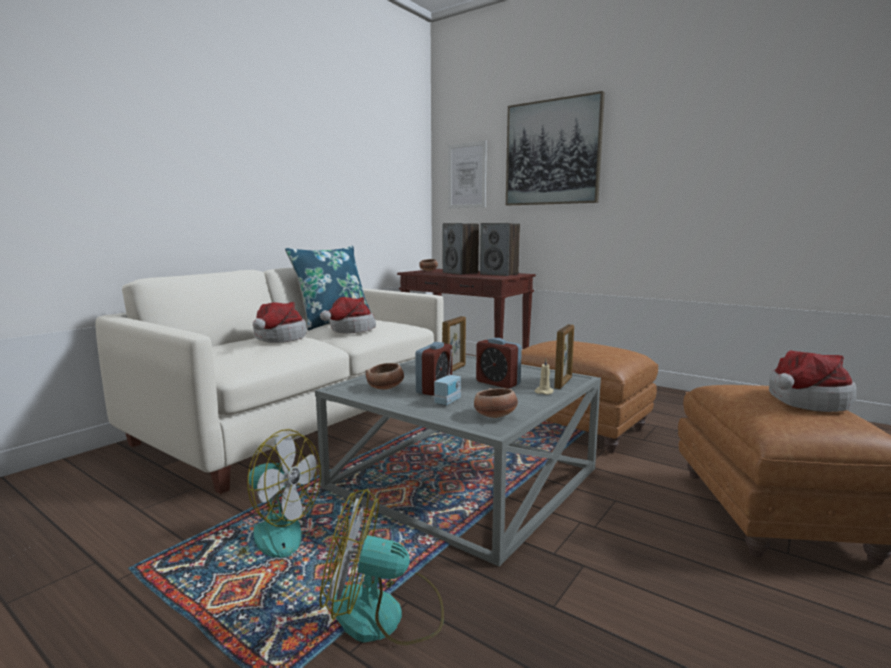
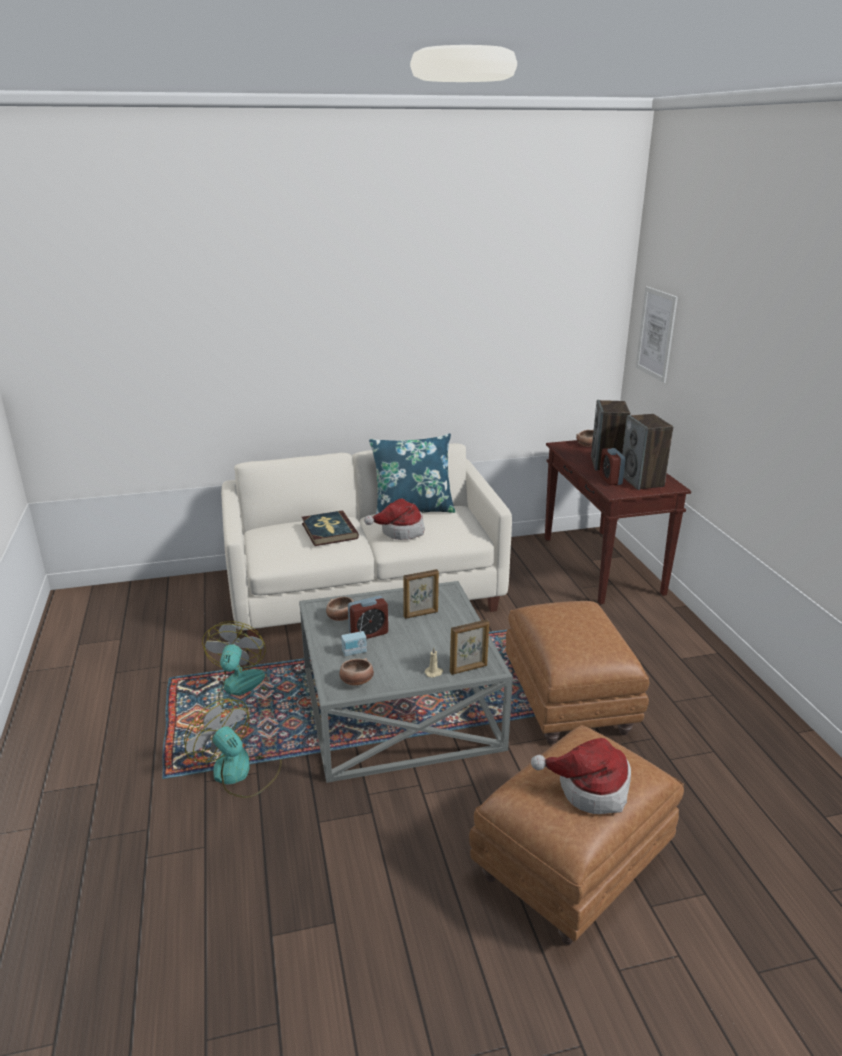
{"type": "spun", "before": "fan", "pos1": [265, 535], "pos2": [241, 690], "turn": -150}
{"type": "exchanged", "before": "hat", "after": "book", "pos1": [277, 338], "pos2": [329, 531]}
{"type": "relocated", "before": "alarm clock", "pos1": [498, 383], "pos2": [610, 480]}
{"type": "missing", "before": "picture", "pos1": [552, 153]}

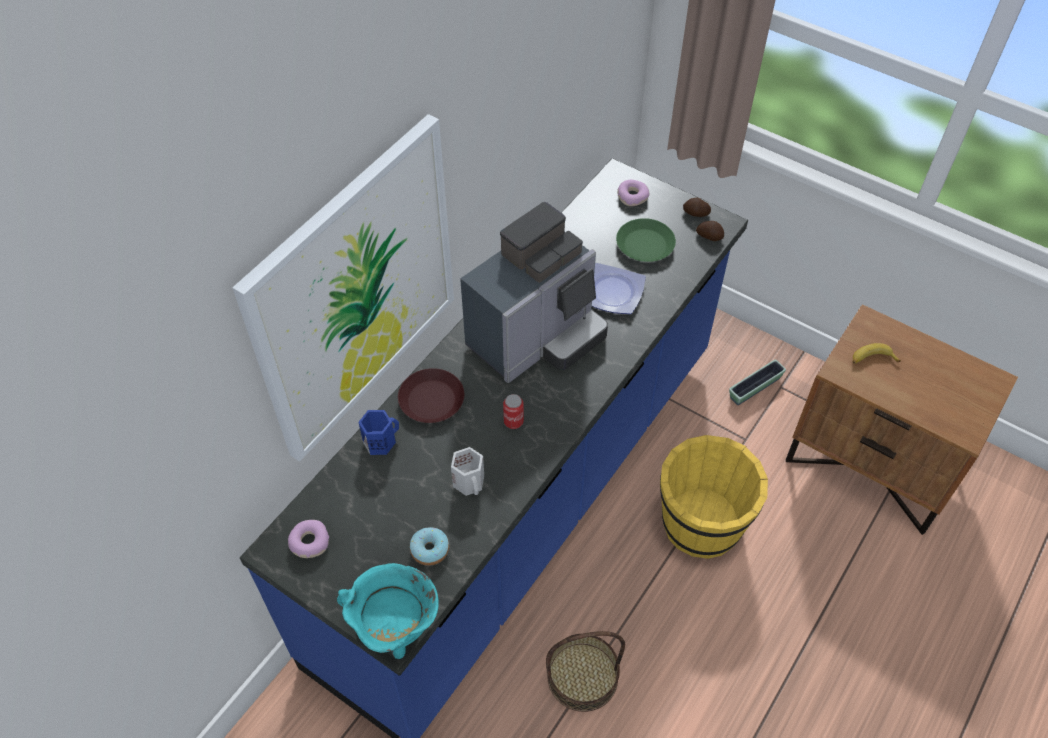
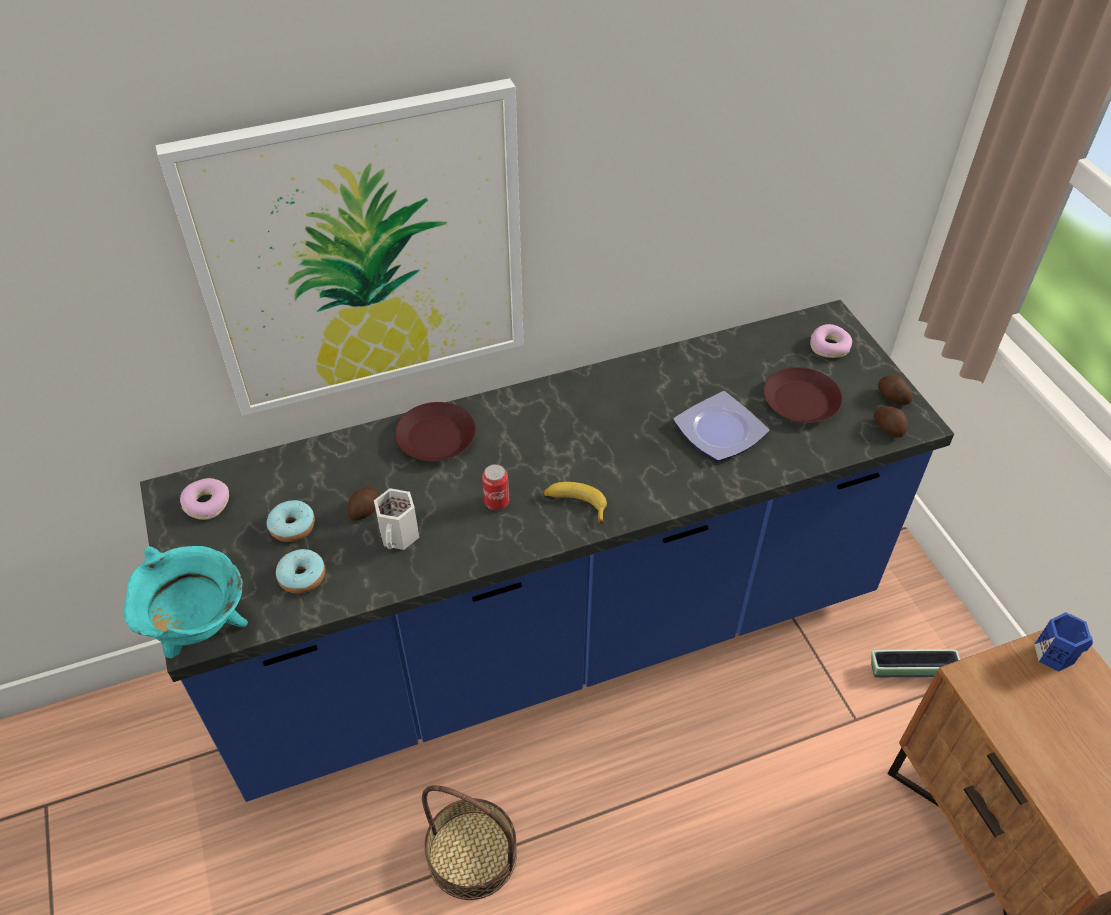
{"type": "appeared", "after": "donut", "pos2": [292, 527]}
{"type": "appeared", "after": "potato", "pos2": [366, 510]}
{"type": "relocated", "before": "banana", "pos1": [872, 359], "pos2": [575, 504]}
{"type": "colour", "before": "plate (green)", "after": "plate (brown)", "pos1": [645, 245], "pos2": [800, 402]}
{"type": "relocated", "before": "mug (blue)", "pos1": [380, 441], "pos2": [1055, 653]}
{"type": "missing", "before": "coffee machine", "pos1": [537, 337]}
{"type": "missing", "before": "bucket (yellow)", "pos1": [701, 525]}

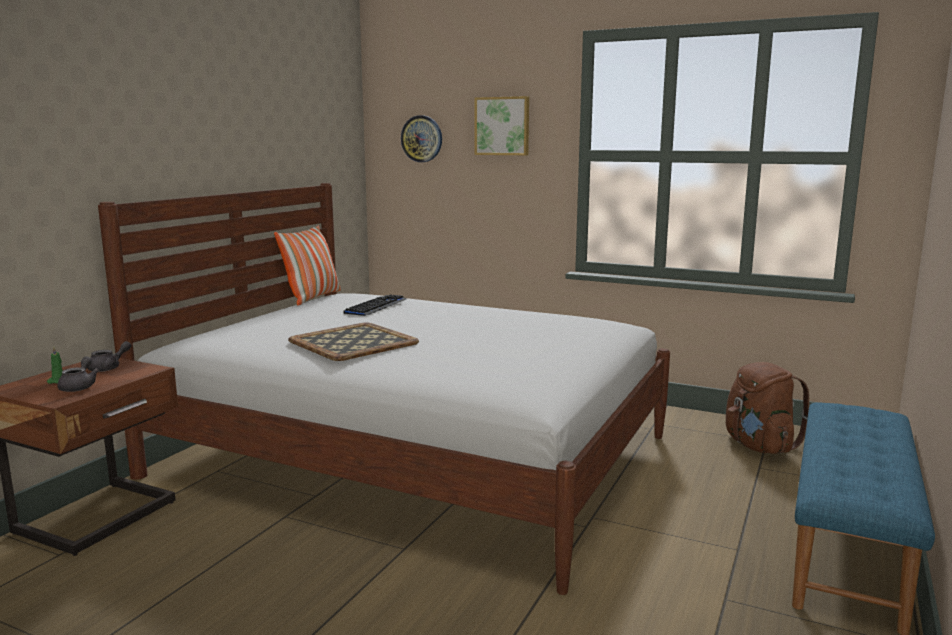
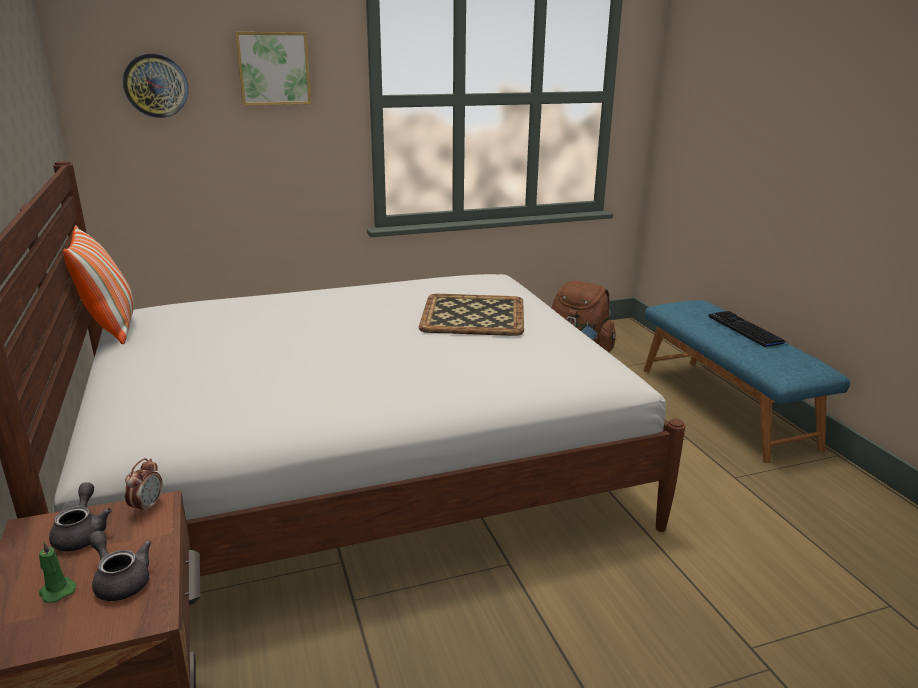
{"type": "appeared", "after": "alarm clock", "pos2": [147, 507]}
{"type": "relocated", "before": "tray", "pos1": [354, 342], "pos2": [474, 315]}
{"type": "relocated", "before": "keyboard", "pos1": [376, 306], "pos2": [746, 330]}

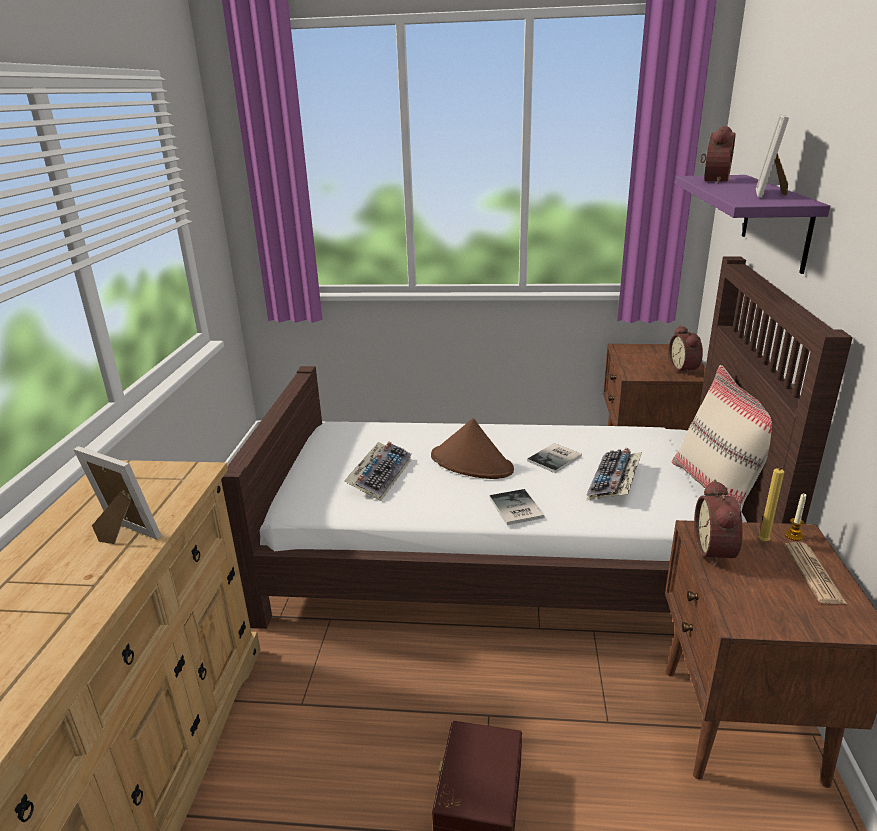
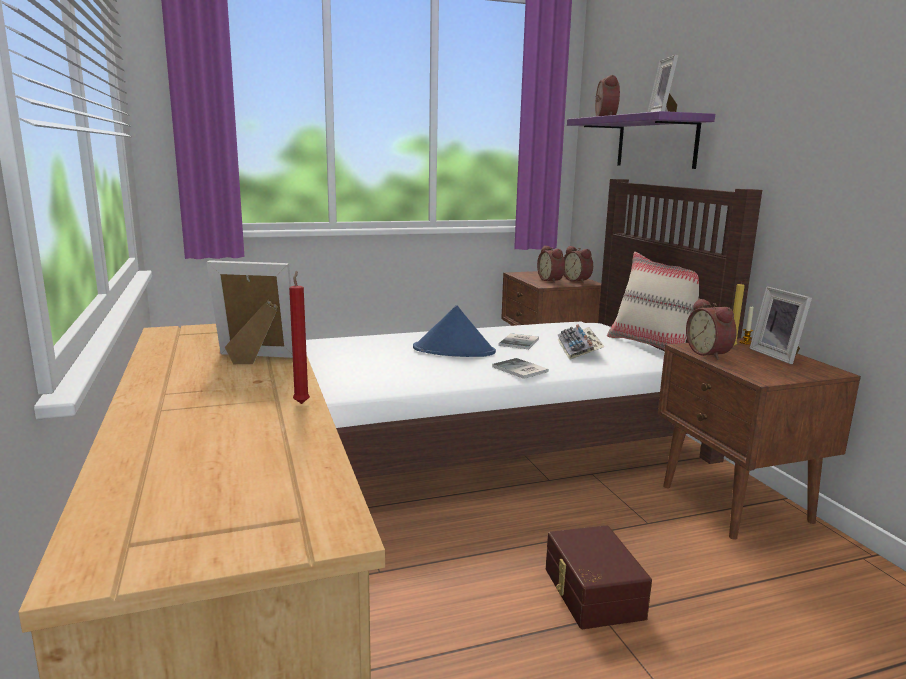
{"type": "appeared", "after": "candle (red)", "pos2": [302, 402]}
{"type": "colour", "before": "hat (brown)", "after": "hat (blue)", "pos1": [472, 463], "pos2": [454, 350]}
{"type": "appeared", "after": "alarm clock", "pos2": [551, 280]}
{"type": "exchanged", "before": "newspaper", "after": "picture frame", "pos1": [813, 573], "pos2": [778, 355]}
{"type": "missing", "before": "keyboard", "pos1": [380, 476]}

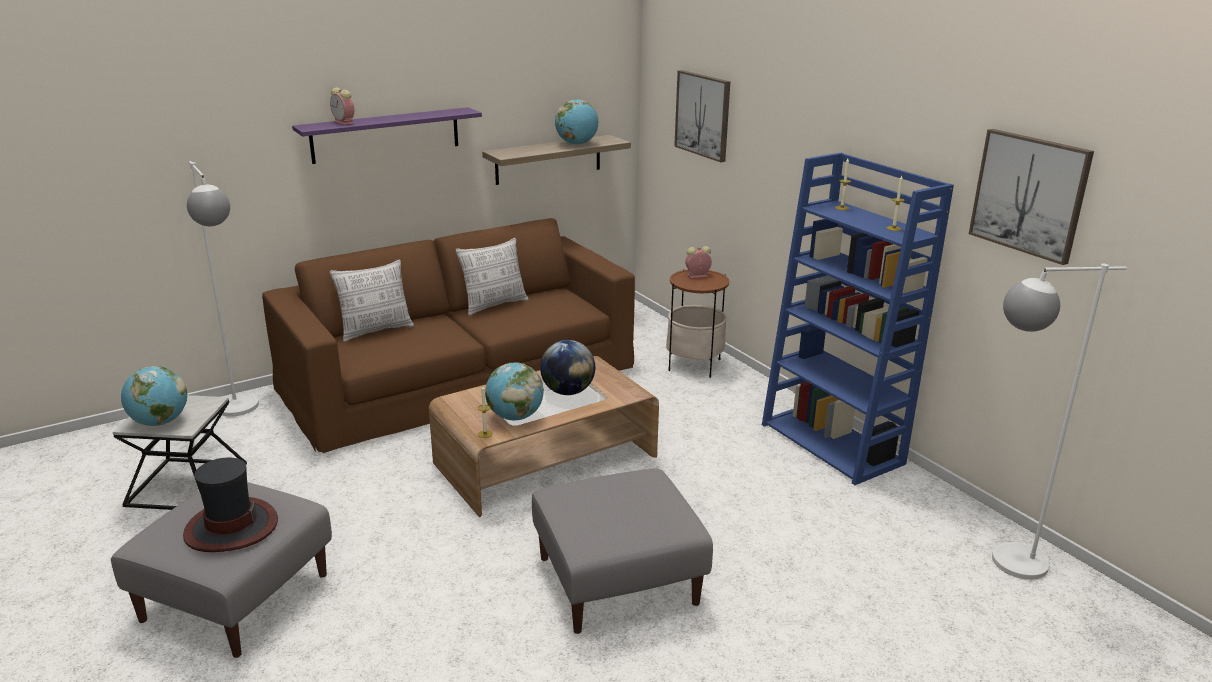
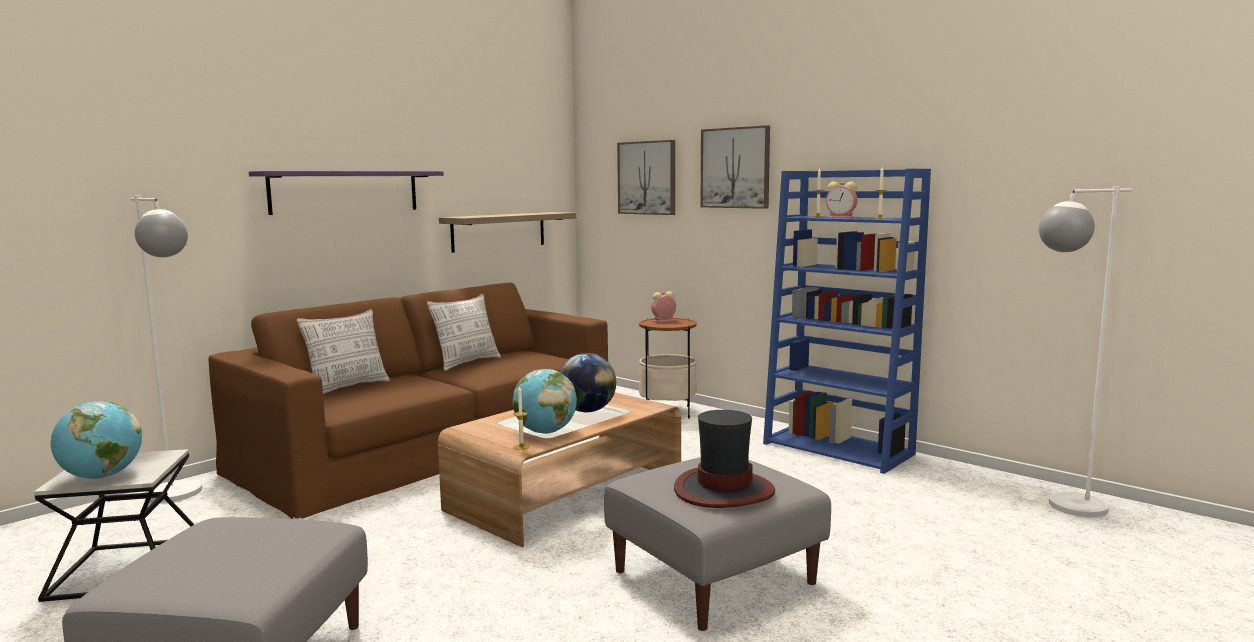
{"type": "relocated", "before": "hat", "pos1": [230, 527], "pos2": [723, 490]}
{"type": "relocated", "before": "picture", "pos1": [1029, 194], "pos2": [735, 168]}
{"type": "relocated", "before": "alarm clock", "pos1": [345, 123], "pos2": [842, 217]}
{"type": "missing", "before": "globe", "pos1": [577, 144]}

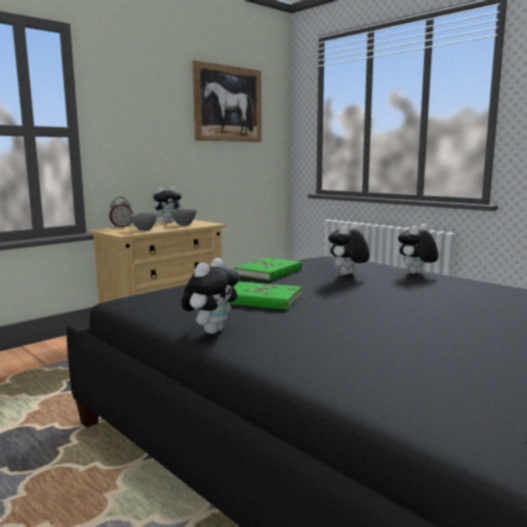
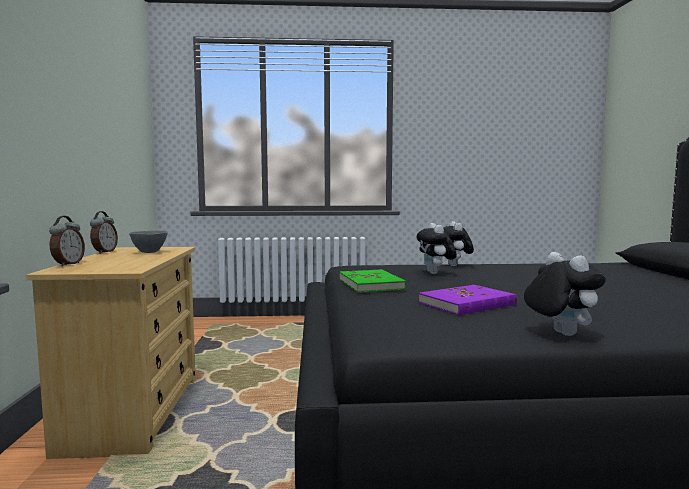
{"type": "exchanged", "before": "plush toy", "after": "alarm clock", "pos1": [168, 222], "pos2": [104, 252]}
{"type": "colour", "before": "book (green)", "after": "book (purple)", "pos1": [260, 299], "pos2": [467, 304]}
{"type": "missing", "before": "bowl (grey)", "pos1": [144, 230]}
{"type": "missing", "before": "picture", "pos1": [228, 104]}

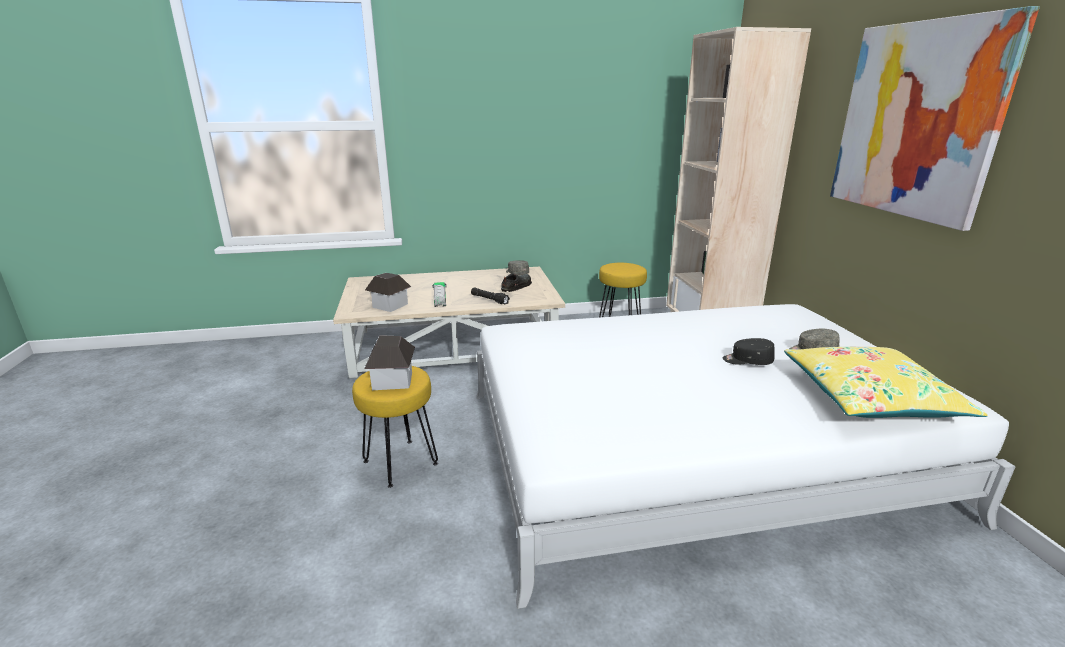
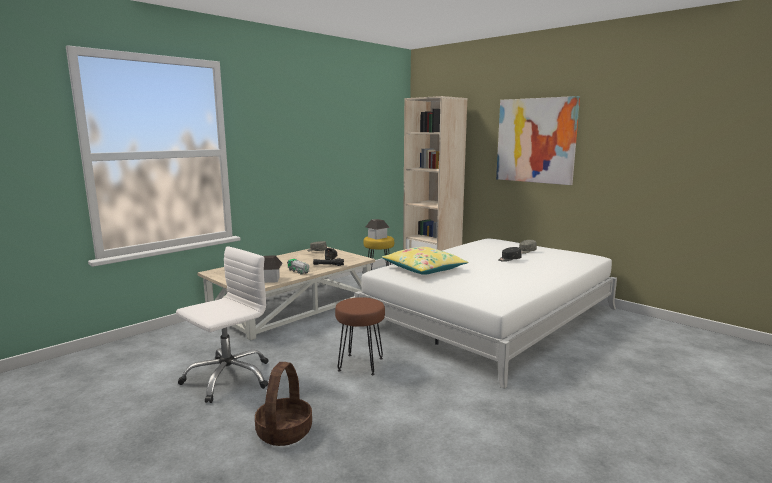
{"type": "appeared", "after": "office chair (white)", "pos2": [228, 378]}
{"type": "appeared", "after": "basket", "pos2": [284, 431]}
{"type": "colour", "before": "stool (yellow)", "after": "stool (brown)", "pos1": [401, 462], "pos2": [361, 364]}
{"type": "relocated", "before": "toy house", "pos1": [392, 380], "pos2": [377, 237]}
{"type": "relocated", "before": "pillow (yellow)", "pos1": [870, 397], "pos2": [424, 269]}

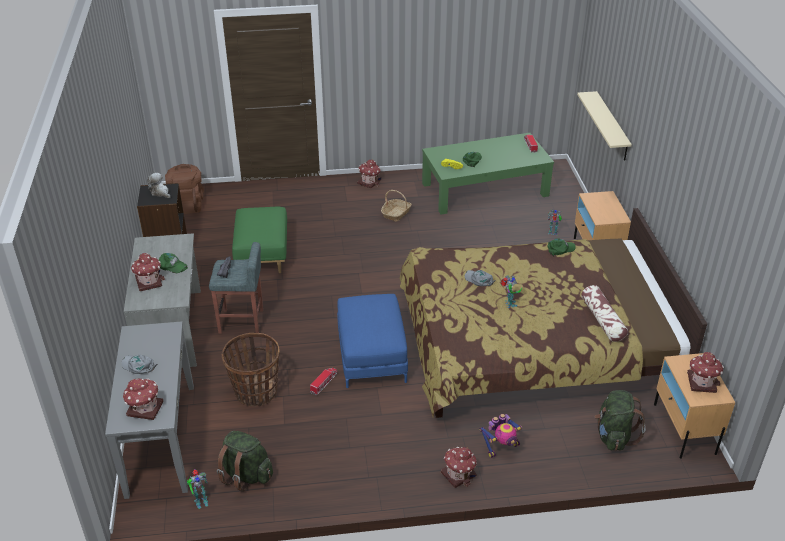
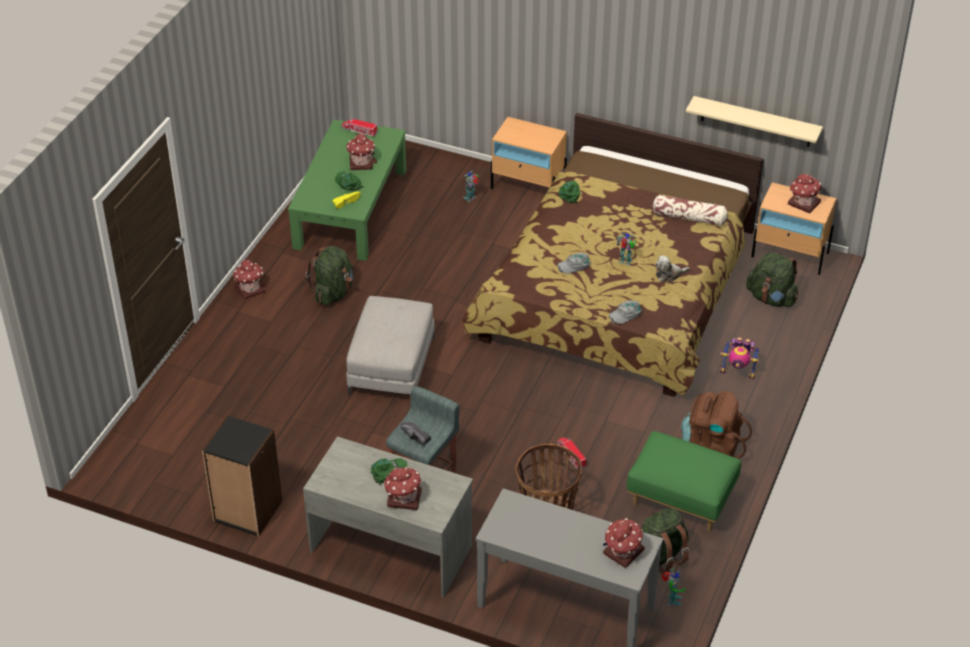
{"type": "exchanged", "before": "basket", "after": "backpack (green)", "pos1": [396, 213], "pos2": [333, 293]}
{"type": "relocated", "before": "toy house", "pos1": [459, 474], "pos2": [361, 162]}
{"type": "appeared", "after": "ottoman (grey)", "pos2": [392, 366]}
{"type": "relocated", "before": "cap (grey)", "pos1": [138, 366], "pos2": [625, 314]}
{"type": "relocated", "before": "ottoman (green)", "pos1": [263, 256], "pos2": [681, 499]}
{"type": "relocated", "before": "plush toy", "pos1": [160, 192], "pos2": [669, 275]}
{"type": "relocated", "before": "backpack (brown)", "pos1": [188, 205], "pos2": [712, 446]}
{"type": "relocated", "before": "shelf (beige)", "pos1": [612, 126], "pos2": [756, 122]}
{"type": "spun", "before": "toy robot", "pos1": [501, 447], "pos2": [738, 371], "turn": 105}
{"type": "missing", "before": "ottoman (blue)", "pos1": [372, 355]}

